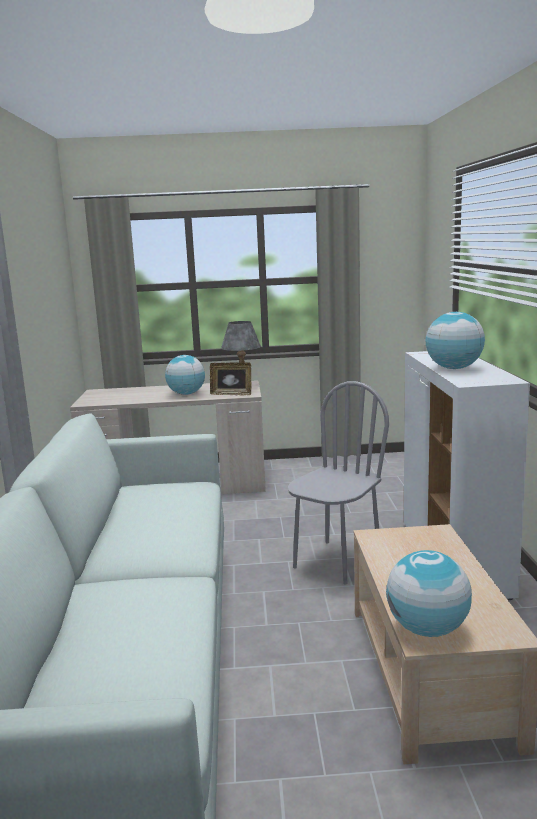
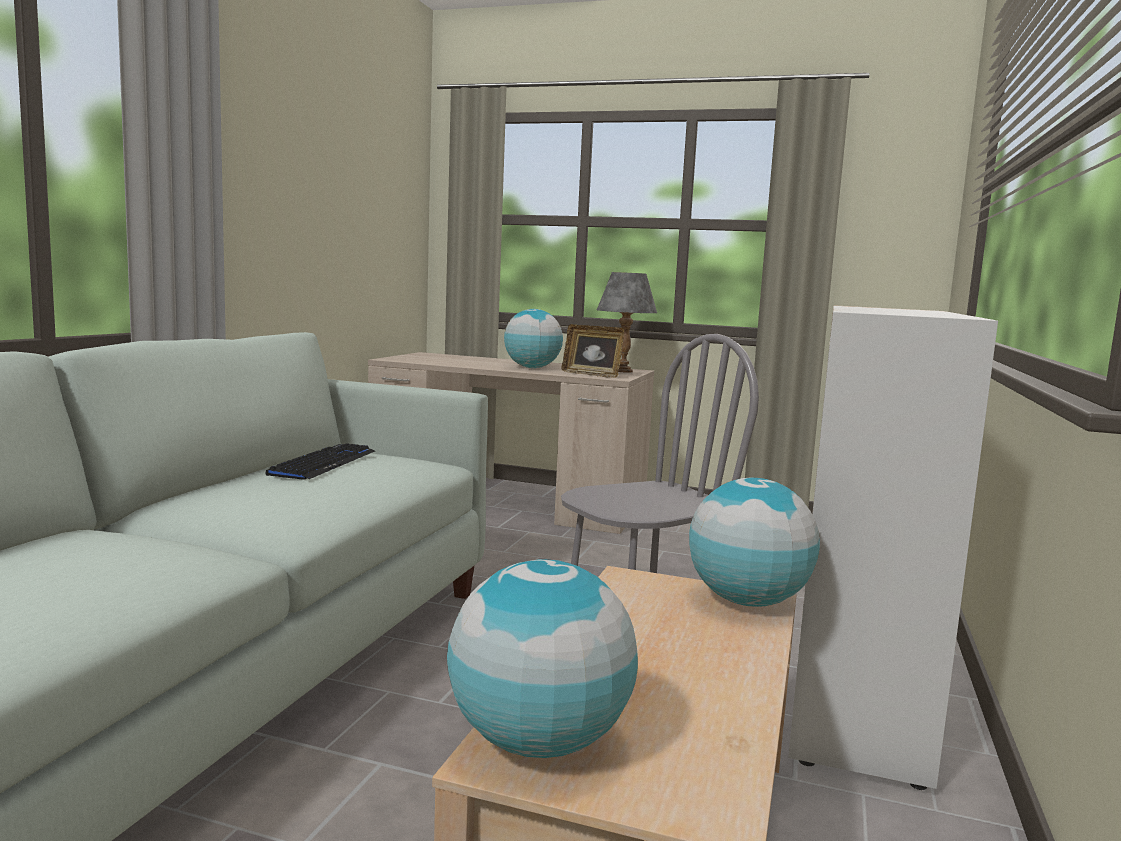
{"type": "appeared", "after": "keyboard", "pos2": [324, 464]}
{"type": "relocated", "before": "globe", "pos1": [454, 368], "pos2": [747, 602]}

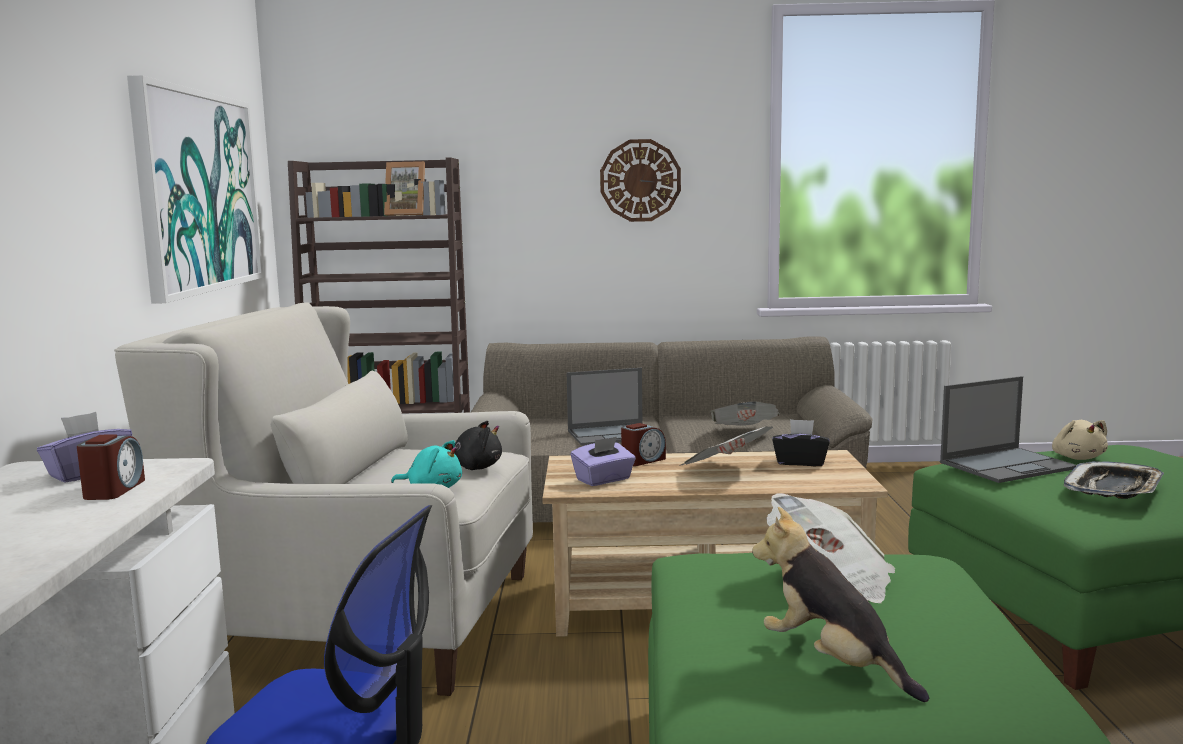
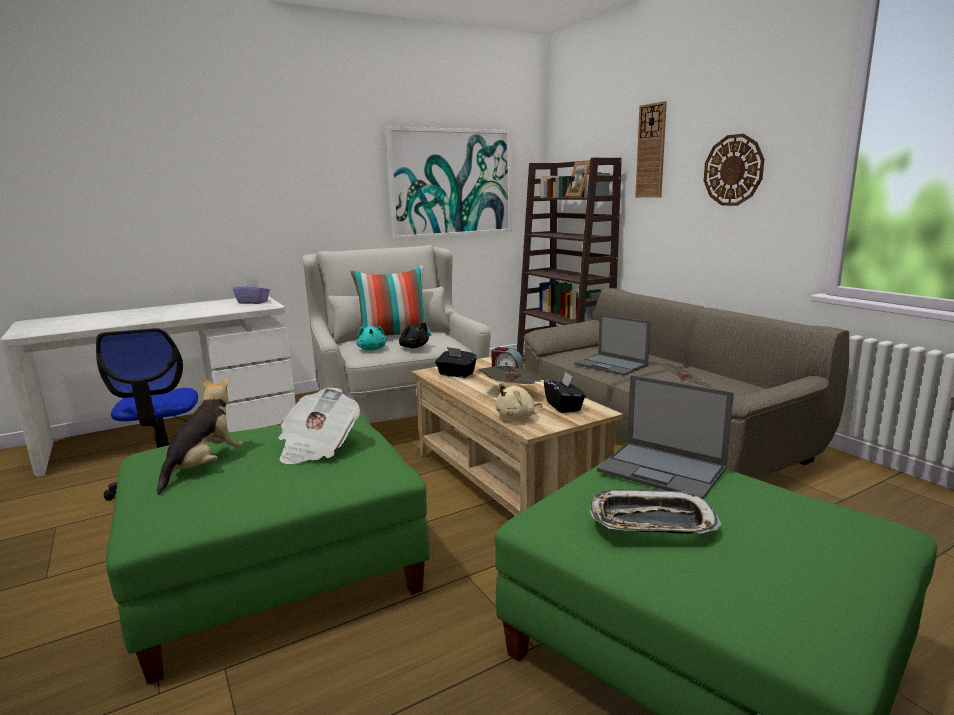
{"type": "appeared", "after": "pillow", "pos2": [394, 336]}
{"type": "colour", "before": "tissue box (purple)", "after": "tissue box (black)", "pos1": [603, 480], "pos2": [456, 374]}
{"type": "relocated", "before": "plush toy (beige)", "pos1": [1077, 458], "pos2": [517, 417]}
{"type": "appeared", "after": "wall clock", "pos2": [651, 151]}
{"type": "missing", "before": "alarm clock", "pos1": [114, 490]}

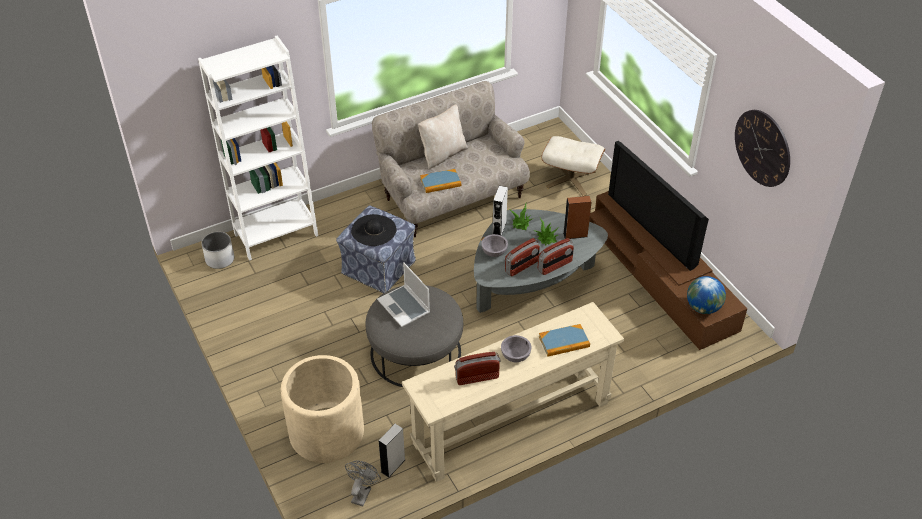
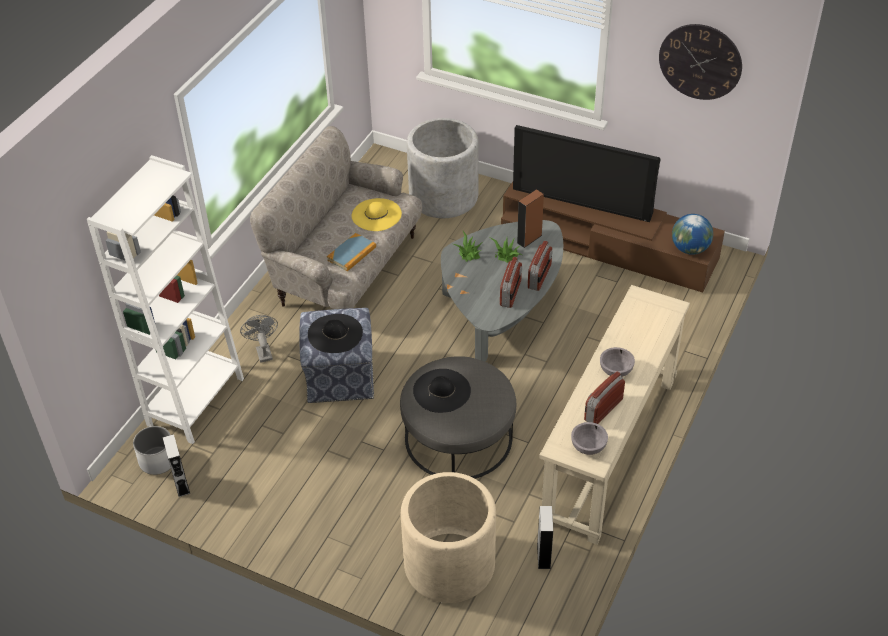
{"type": "relocated", "before": "speaker (grey)", "pos1": [499, 229], "pos2": [181, 484]}
{"type": "relocated", "before": "fan (grey)", "pos1": [362, 492], "pos2": [263, 351]}
{"type": "appeared", "after": "hat (yellow)", "pos2": [376, 215]}
{"type": "exchanged", "before": "ottoman (beige)", "after": "planter (grey)", "pos1": [570, 179], "pos2": [443, 197]}
{"type": "exchanged", "before": "laptop", "after": "hat (black)", "pos1": [404, 307], "pos2": [441, 390]}
{"type": "relocated", "before": "bowl (grey)", "pos1": [494, 252], "pos2": [588, 446]}
{"type": "missing", "before": "pillow (beige)", "pos1": [442, 154]}
{"type": "missing", "before": "book", "pos1": [564, 342]}

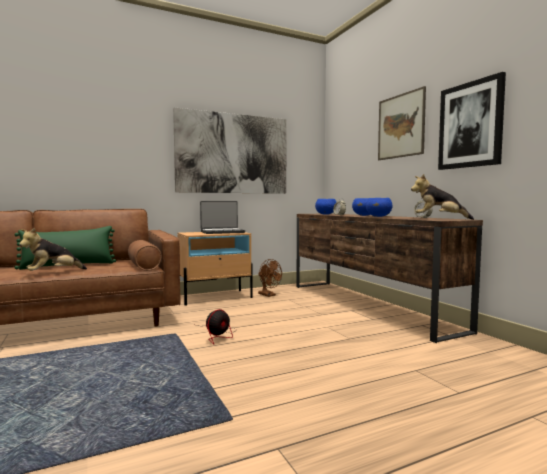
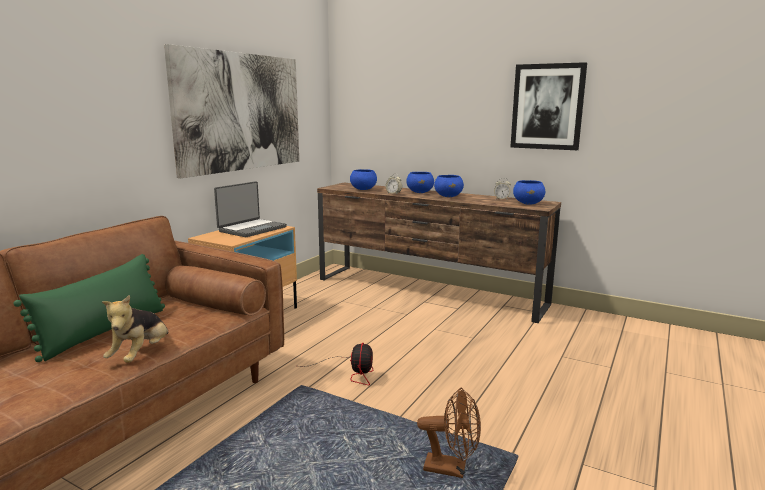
{"type": "relocated", "before": "fan (brown)", "pos1": [269, 295], "pos2": [452, 469]}
{"type": "exchanged", "before": "plush toy", "after": "bowl (blue)", "pos1": [439, 219], "pos2": [528, 203]}
{"type": "missing", "before": "picture", "pos1": [400, 126]}

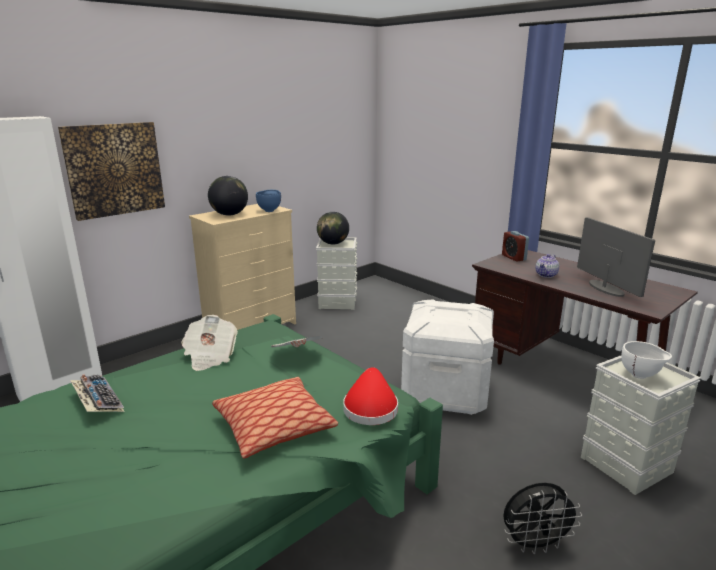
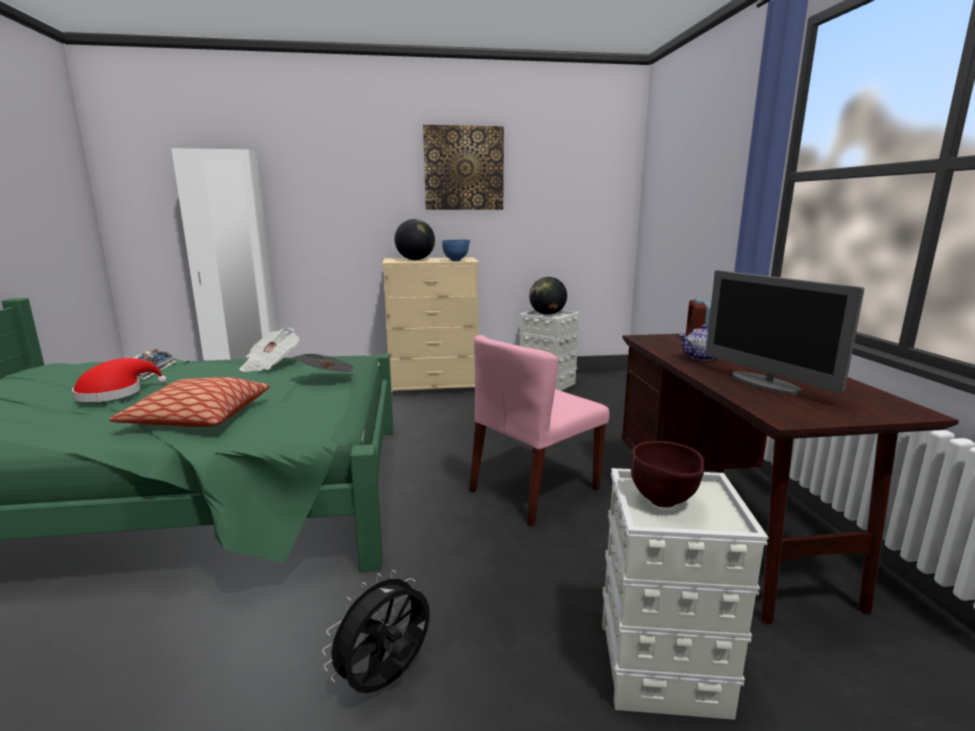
{"type": "relocated", "before": "hat (red)", "pos1": [370, 407], "pos2": [115, 393]}
{"type": "spun", "before": "fan (black)", "pos1": [534, 544], "pos2": [386, 681], "turn": 105}
{"type": "relocated", "before": "picture", "pos1": [114, 169], "pos2": [463, 168]}
{"type": "exchanged", "before": "storage box (white)", "after": "chair (pink)", "pos1": [444, 392], "pos2": [534, 490]}
{"type": "colour", "before": "bowl (white)", "after": "bowl (brown)", "pos1": [641, 376], "pos2": [664, 503]}
{"type": "spun", "before": "monitor", "pos1": [605, 288], "pos2": [765, 384], "turn": 135}

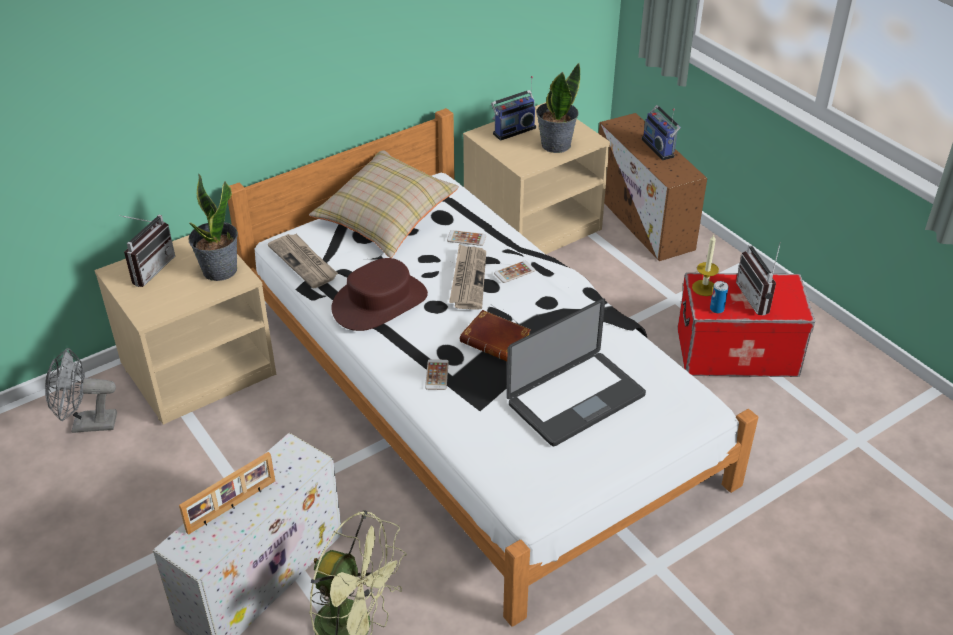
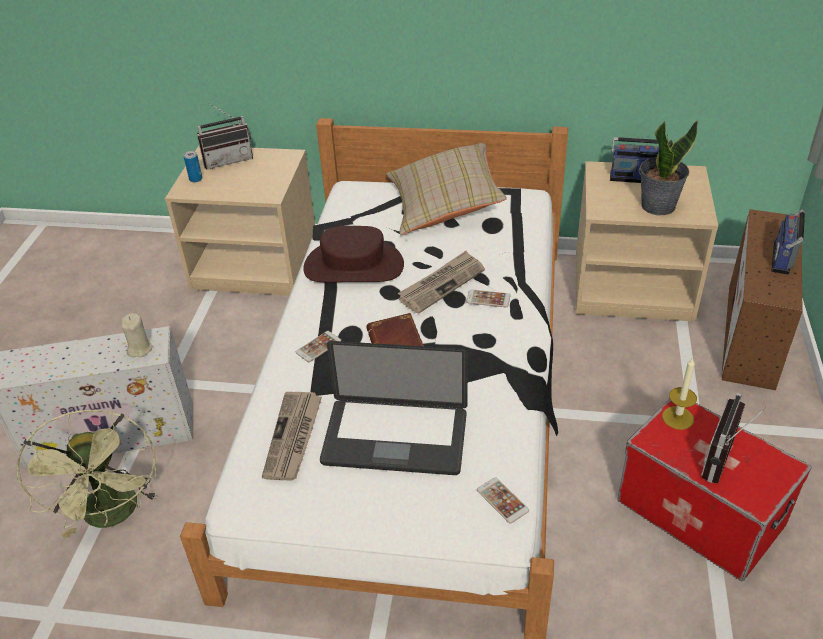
{"type": "appeared", "after": "candle (beige)", "pos2": [139, 349]}
{"type": "relocated", "before": "can", "pos1": [716, 309], "pos2": [195, 179]}
{"type": "relocated", "before": "newspaper", "pos1": [304, 262], "pos2": [293, 438]}
{"type": "relocated", "before": "phone", "pos1": [466, 238], "pos2": [502, 500]}
{"type": "missing", "before": "fan (grey)", "pos1": [87, 424]}
{"type": "missing", "before": "picture frame", "pos1": [232, 507]}
{"type": "missing", "before": "potted plant", "pos1": [219, 270]}

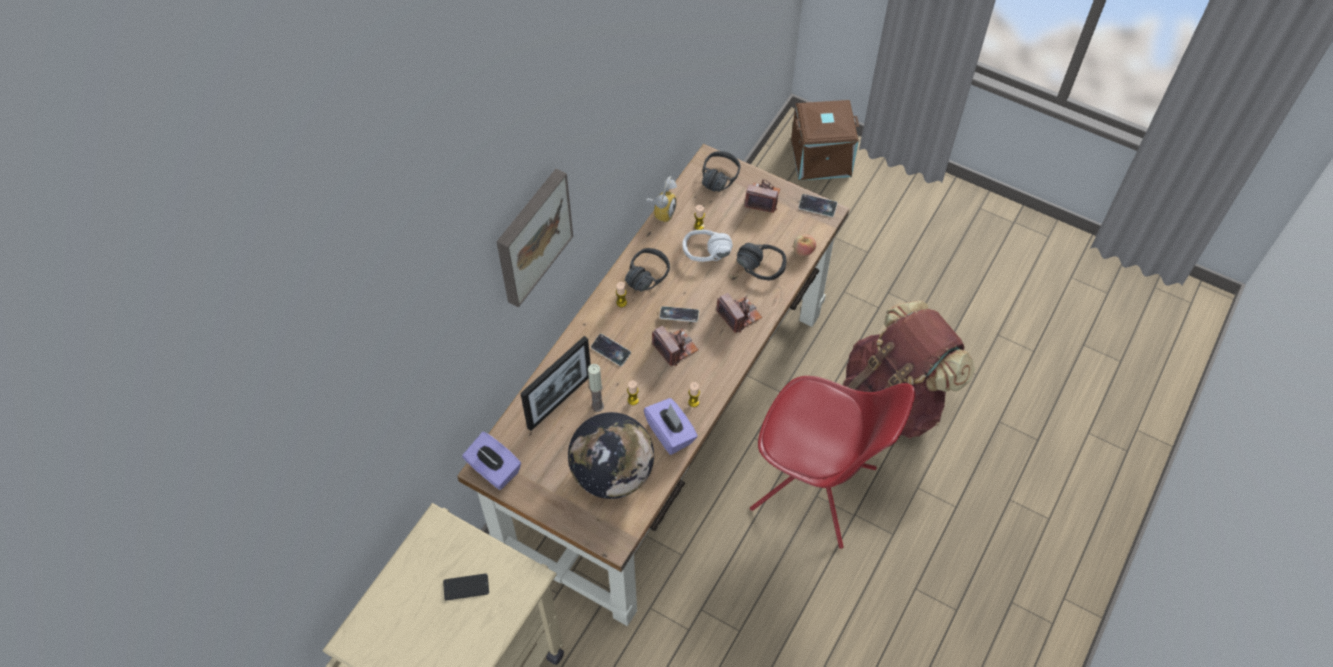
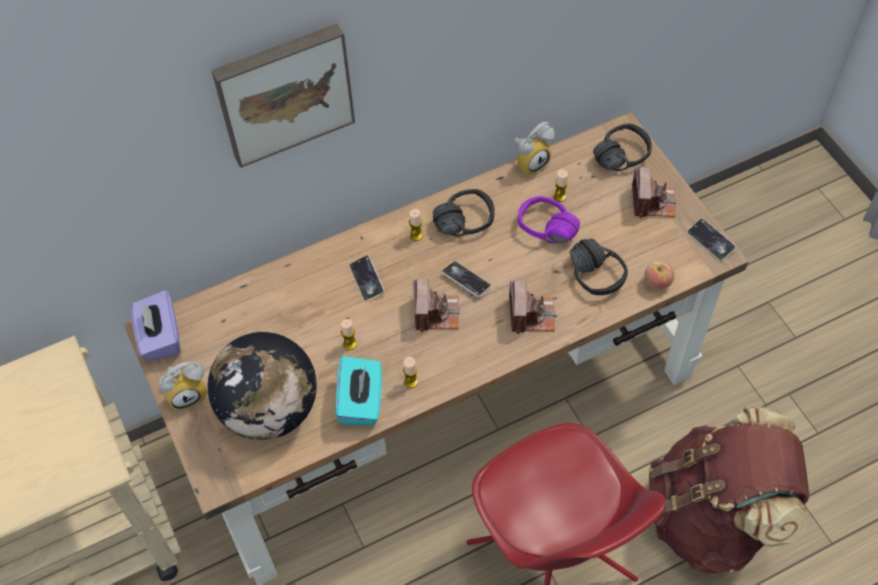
{"type": "appeared", "after": "alarm clock", "pos2": [188, 393]}
{"type": "colour", "before": "tissue box (purple)", "after": "tissue box (turquoise)", "pos1": [670, 433], "pos2": [361, 402]}
{"type": "colour", "before": "headphones (white)", "after": "headphones (purple)", "pos1": [707, 258], "pos2": [543, 235]}
{"type": "spun", "before": "photo camera", "pos1": [762, 199], "pos2": [652, 202], "turn": 45}
{"type": "missing", "before": "phone", "pos1": [466, 587]}
{"type": "missing", "before": "picture frame", "pos1": [559, 401]}
{"type": "missing", "before": "candle", "pos1": [597, 406]}
{"type": "missing", "before": "storage box (brown)", "pos1": [821, 157]}

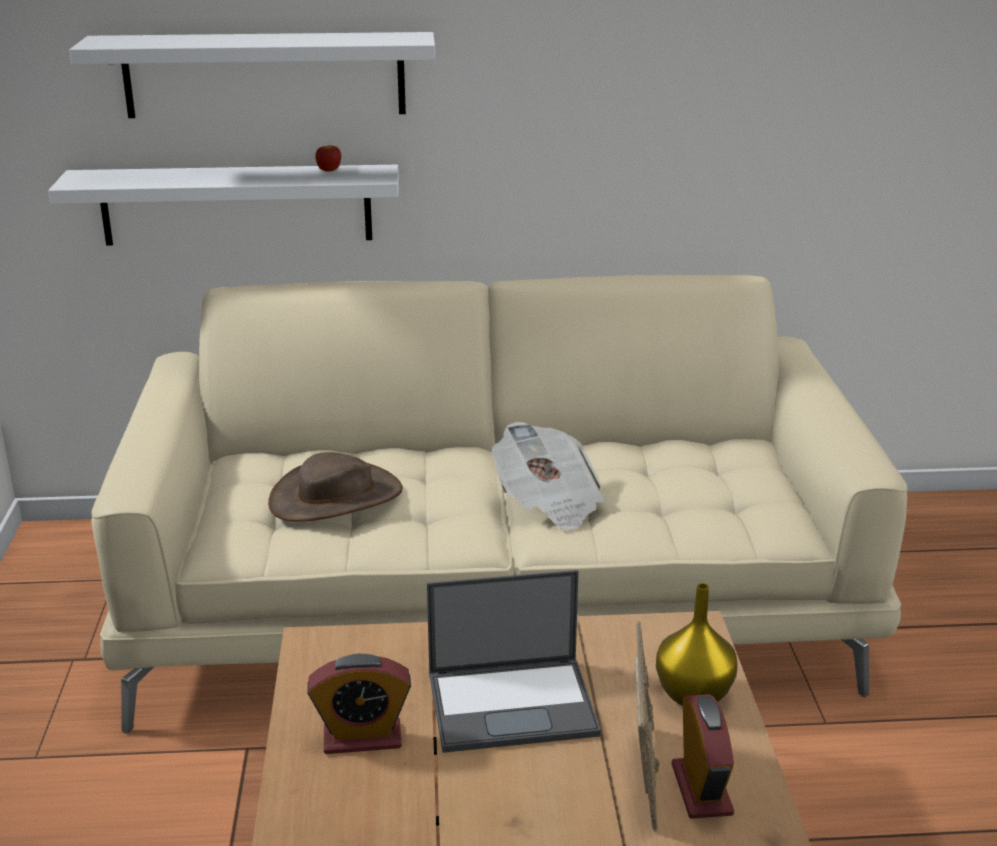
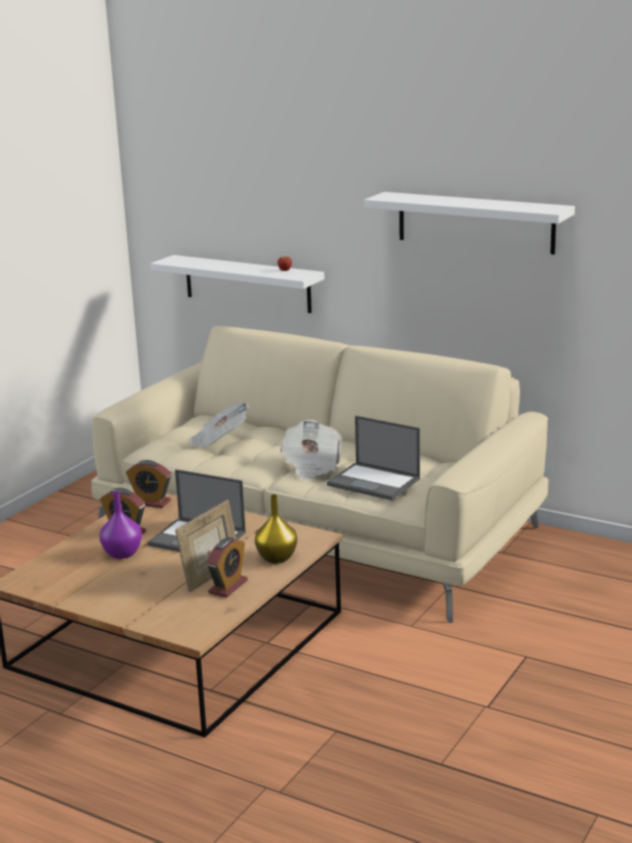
{"type": "appeared", "after": "vase (purple)", "pos2": [123, 553]}
{"type": "appeared", "after": "alarm clock", "pos2": [151, 502]}
{"type": "exchanged", "before": "hat (brown)", "after": "newspaper", "pos1": [336, 497], "pos2": [219, 441]}
{"type": "appeared", "after": "laptop", "pos2": [375, 482]}
{"type": "relocated", "before": "shelf (white)", "pos1": [264, 75], "pos2": [475, 222]}

